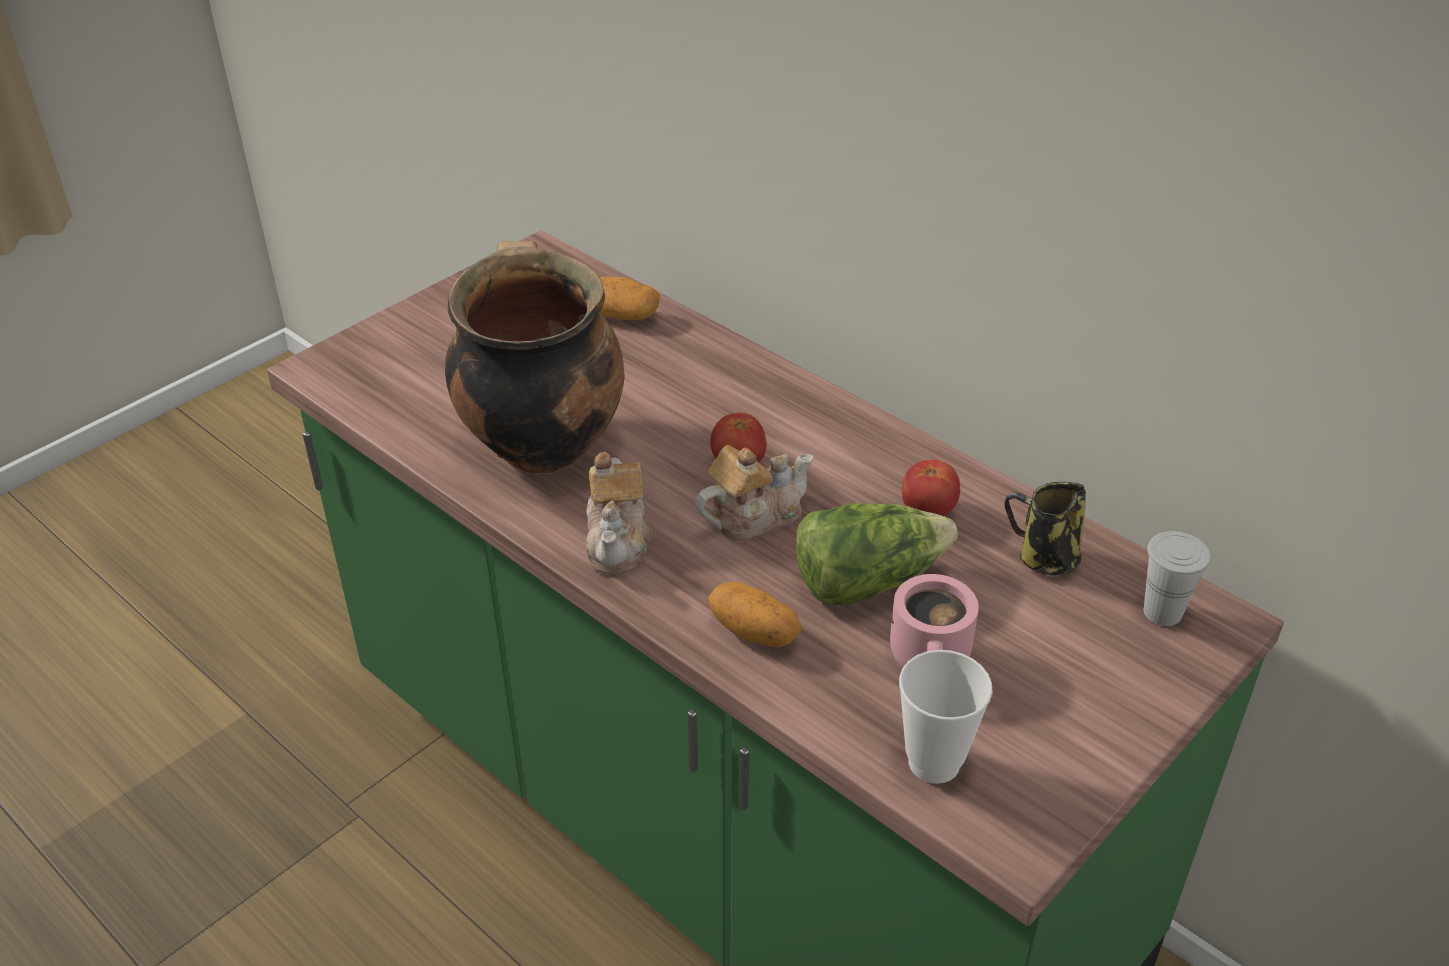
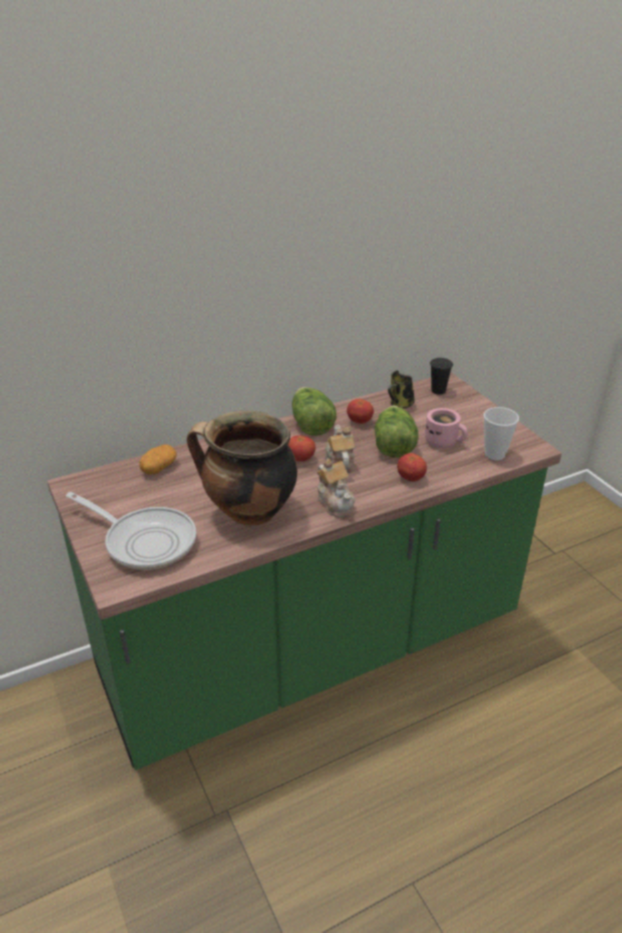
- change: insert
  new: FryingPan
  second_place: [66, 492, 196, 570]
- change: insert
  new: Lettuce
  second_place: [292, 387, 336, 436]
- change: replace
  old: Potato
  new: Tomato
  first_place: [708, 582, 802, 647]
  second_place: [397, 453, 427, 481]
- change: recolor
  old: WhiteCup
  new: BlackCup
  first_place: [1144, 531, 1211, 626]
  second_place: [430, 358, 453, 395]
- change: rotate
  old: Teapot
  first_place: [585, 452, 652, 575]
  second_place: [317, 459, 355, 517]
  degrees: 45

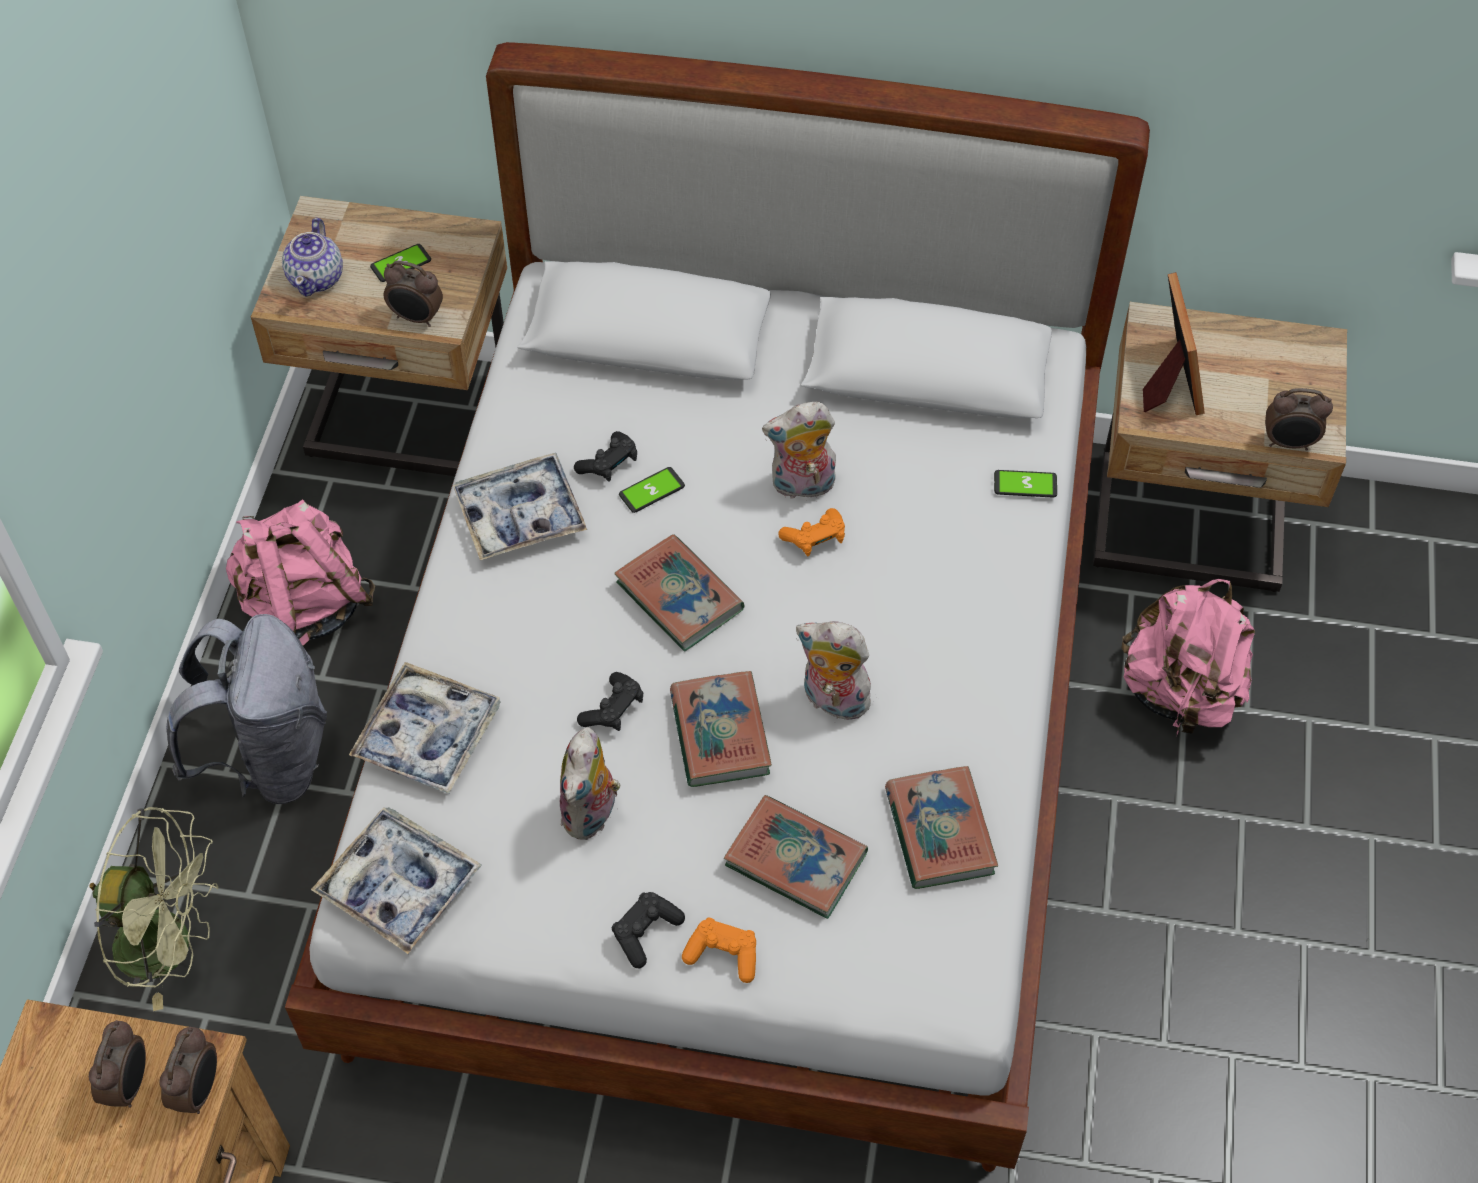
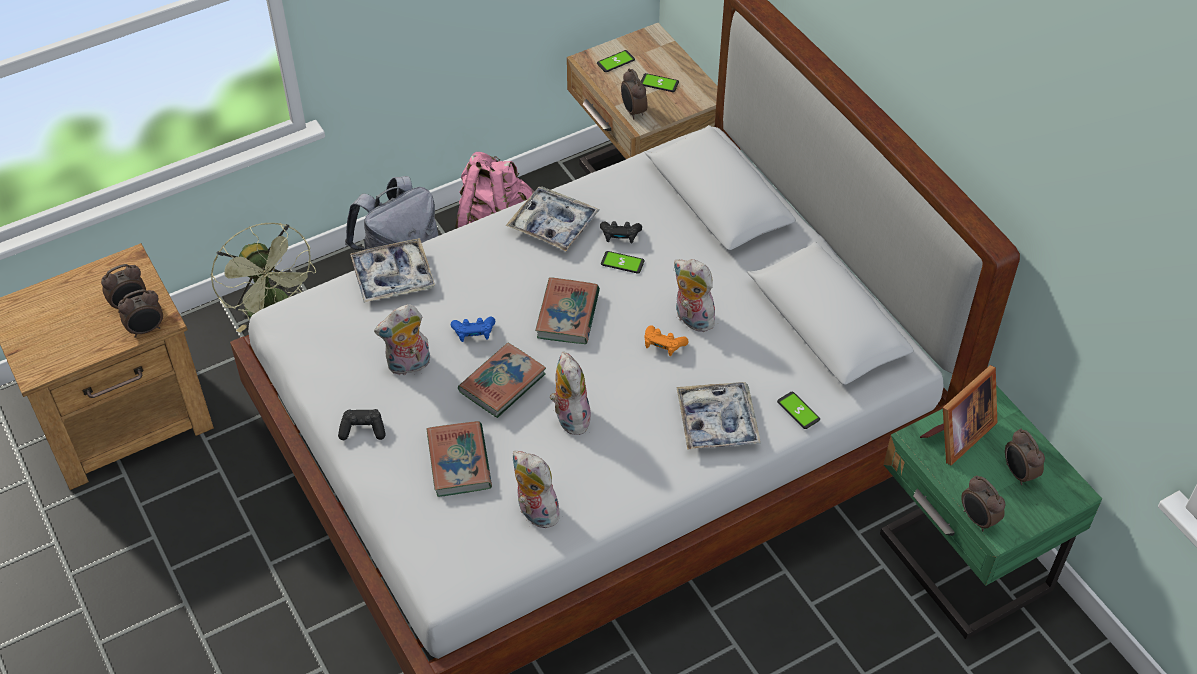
- change: delete
  old: OrangeGameController
  first_place: [682, 917, 756, 983]
- change: delete
  old: PinkBackpack
  first_place: [1121, 579, 1255, 735]
- change: insert
  new: AlarmClock
  second_place: [1005, 429, 1045, 485]
- change: move
  old: Tray
  first_place: [311, 807, 482, 954]
  second_place: [677, 382, 761, 450]
- change: replace
  old: Teapot
  new: Phone
  first_place: [282, 218, 343, 296]
  second_place: [597, 50, 635, 72]
- change: replace
  old: Book
  new: PlushToy
  first_place: [885, 766, 998, 889]
  second_place: [513, 451, 561, 528]
- change: recolor
  old: BlackGameController
  new: BlueGameController
  first_place: [577, 672, 643, 731]
  second_place: [451, 317, 495, 342]
- change: recolor
  old: BeigeNightstand
  new: GreenNightstand
  first_place: [1093, 302, 1347, 592]
  second_place: [880, 385, 1102, 639]

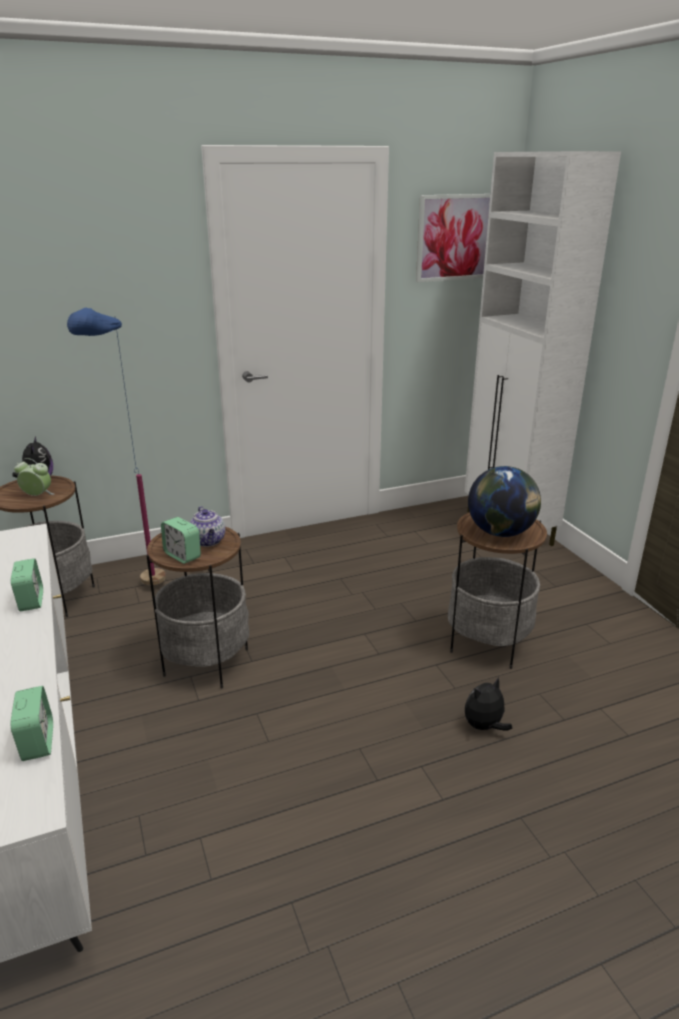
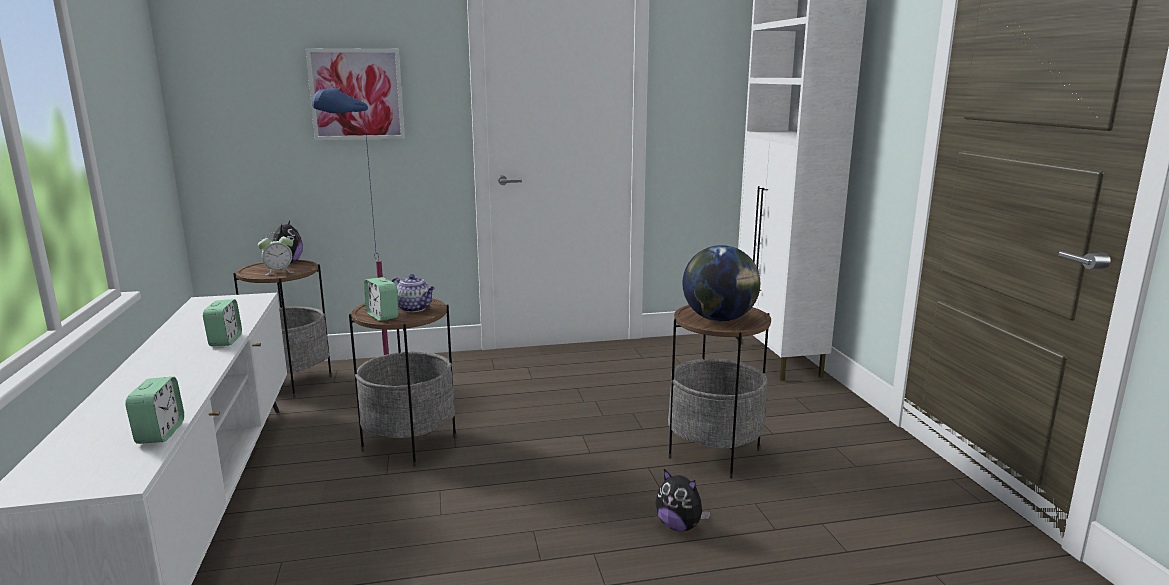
- change: move
  old: Picture
  first_place: [416, 194, 490, 282]
  second_place: [305, 48, 405, 140]
- change: rotate
  old: AlarmClock
  first_place: [14, 458, 54, 496]
  second_place: [258, 232, 294, 275]
  degrees: 135
- change: rotate
  old: Teapot
  first_place: [190, 506, 225, 547]
  second_place: [392, 274, 435, 312]
  degrees: -45
- change: rotate
  old: PlushToy
  first_place: [465, 677, 512, 731]
  second_place: [656, 469, 711, 531]
  degrees: -120

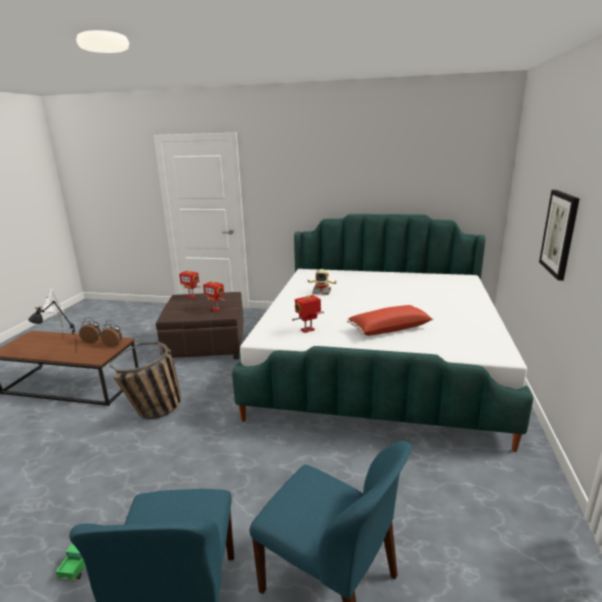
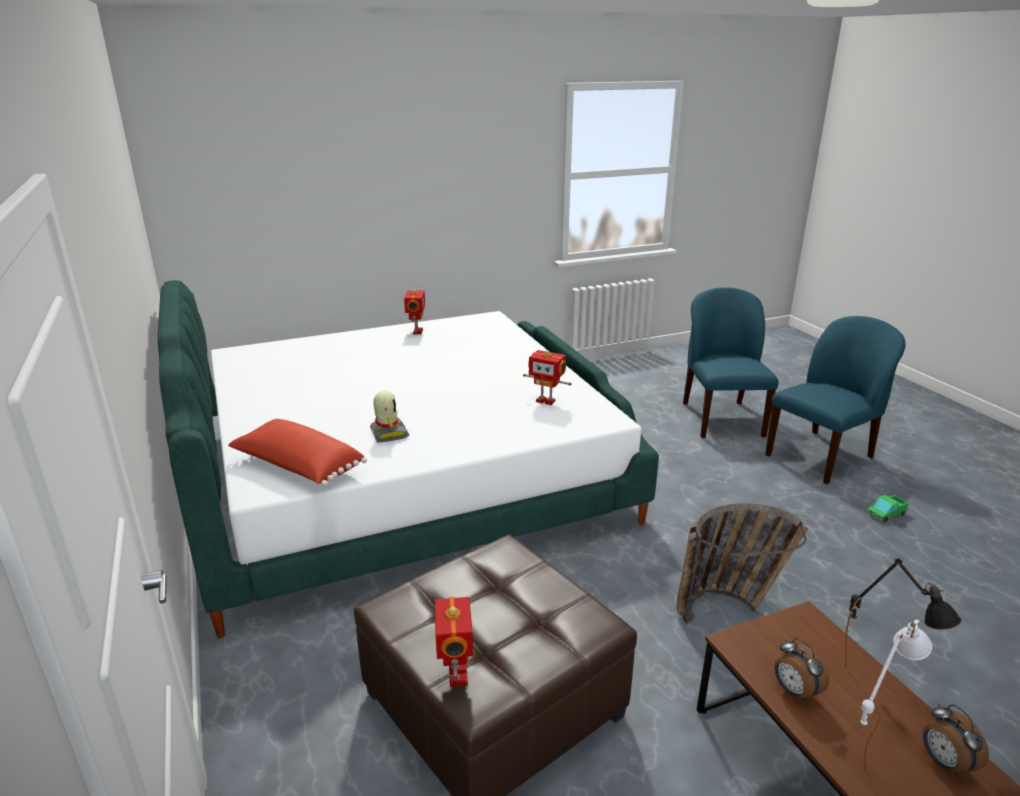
- change: delete
  old: Picture
  first_place: [539, 190, 580, 281]
- change: move
  old: AlarmClock
  first_place: [100, 320, 122, 347]
  second_place: [923, 704, 989, 776]
- change: move
  old: ToyRobot
  first_place: [203, 281, 225, 311]
  second_place: [404, 290, 425, 334]
- change: move
  old: RedPillow
  first_place: [347, 305, 433, 336]
  second_place: [228, 419, 367, 486]

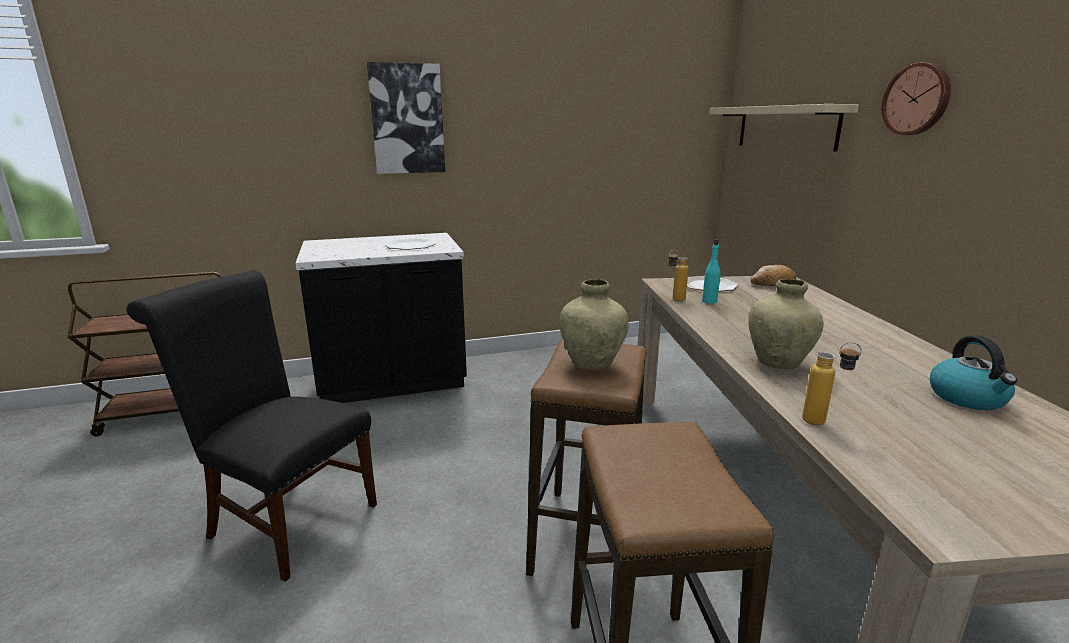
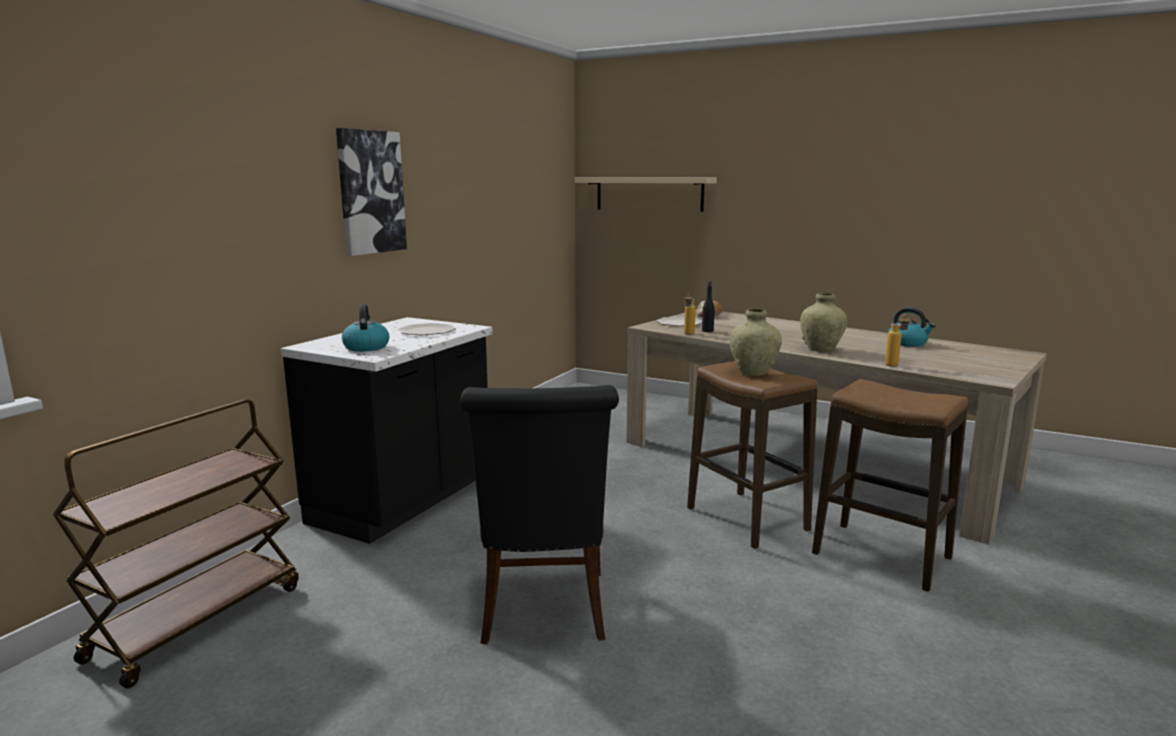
- change: delete
  old: WallClock
  first_place: [882, 62, 951, 135]
- change: insert
  new: Kettle
  second_place: [342, 304, 389, 352]
- change: recolor
  old: TurquoiseBottle
  new: BlackBottle
  first_place: [702, 239, 721, 304]
  second_place: [702, 281, 715, 332]
- change: rotate
  old: BlackChair
  first_place: [126, 270, 377, 582]
  second_place: [460, 385, 619, 645]
  degrees: -75

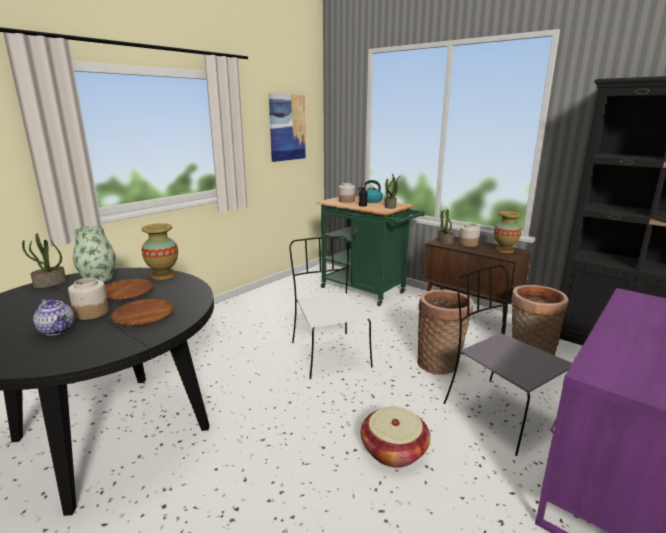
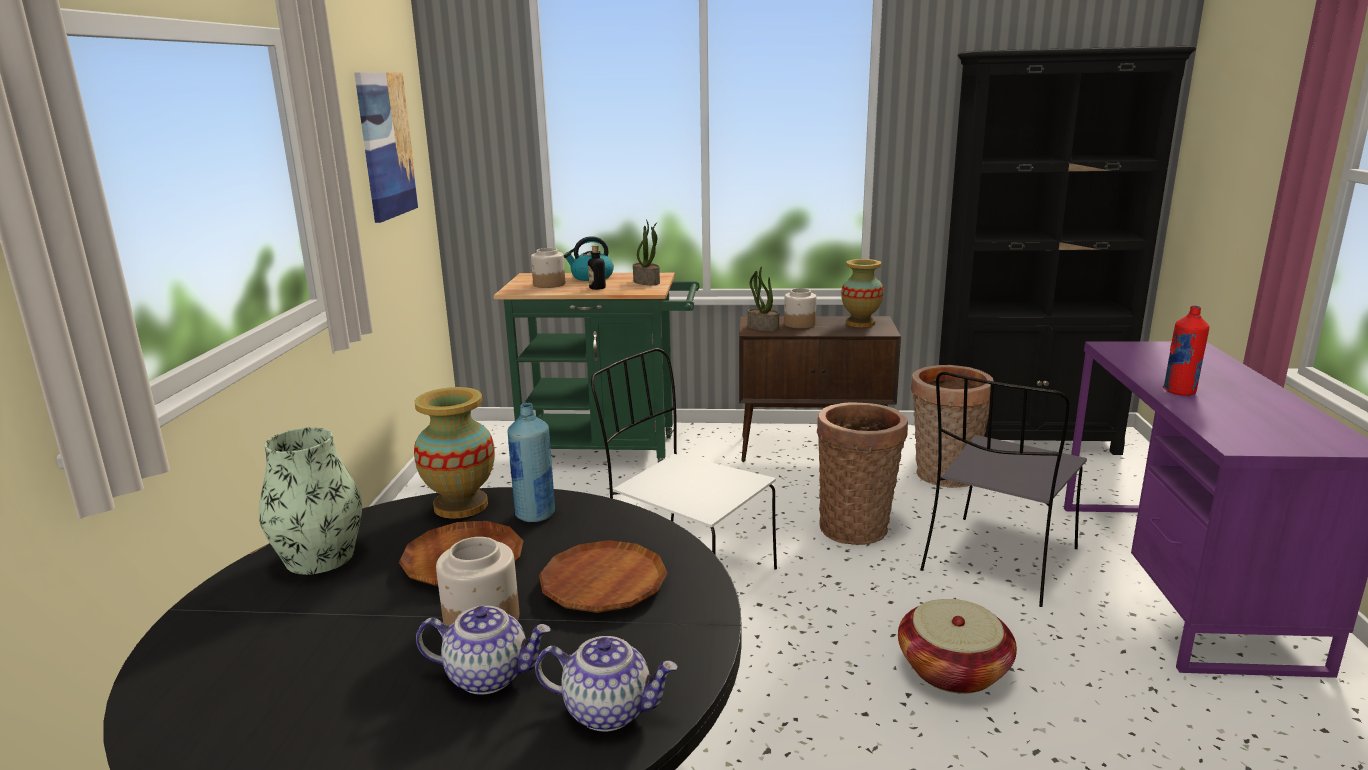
- change: delete
  old: PottedPlant
  first_place: [22, 233, 66, 288]
- change: insert
  new: BlueBottle
  second_place: [508, 403, 555, 522]
- change: insert
  new: Teapot
  second_place: [535, 636, 678, 732]
- change: insert
  new: RedBottle
  second_place: [1163, 306, 1209, 396]
- change: rotate
  old: GreyChair
  first_place: [444, 265, 572, 456]
  second_place: [920, 372, 1087, 607]
  degrees: -75

